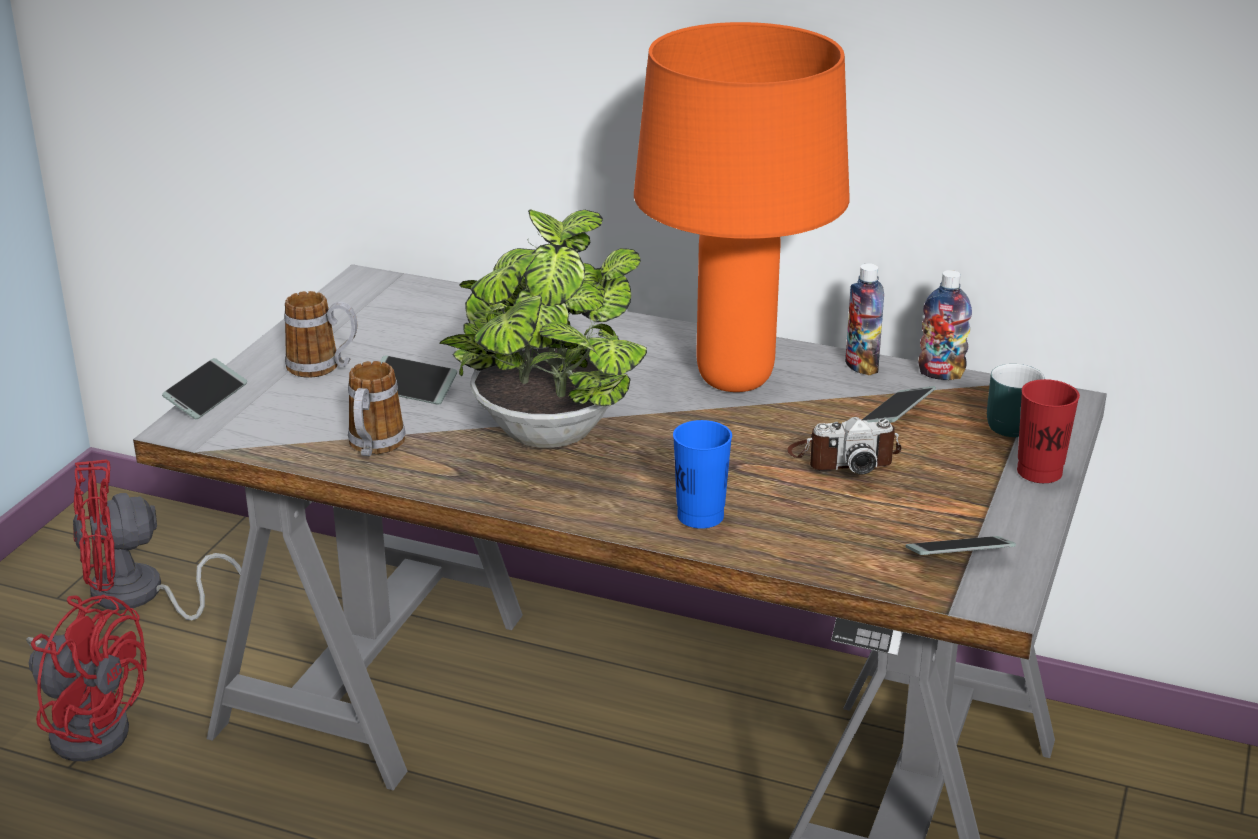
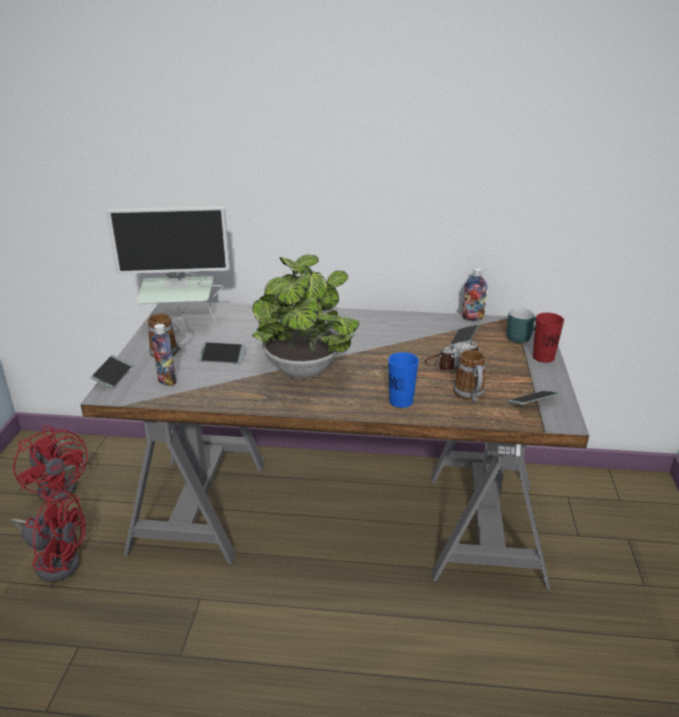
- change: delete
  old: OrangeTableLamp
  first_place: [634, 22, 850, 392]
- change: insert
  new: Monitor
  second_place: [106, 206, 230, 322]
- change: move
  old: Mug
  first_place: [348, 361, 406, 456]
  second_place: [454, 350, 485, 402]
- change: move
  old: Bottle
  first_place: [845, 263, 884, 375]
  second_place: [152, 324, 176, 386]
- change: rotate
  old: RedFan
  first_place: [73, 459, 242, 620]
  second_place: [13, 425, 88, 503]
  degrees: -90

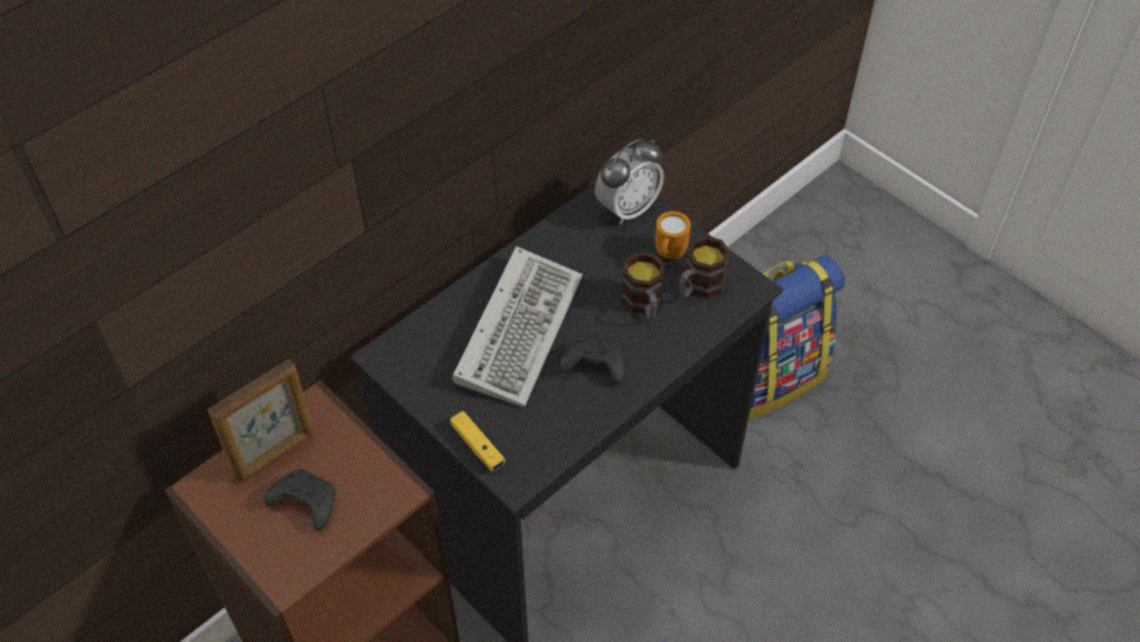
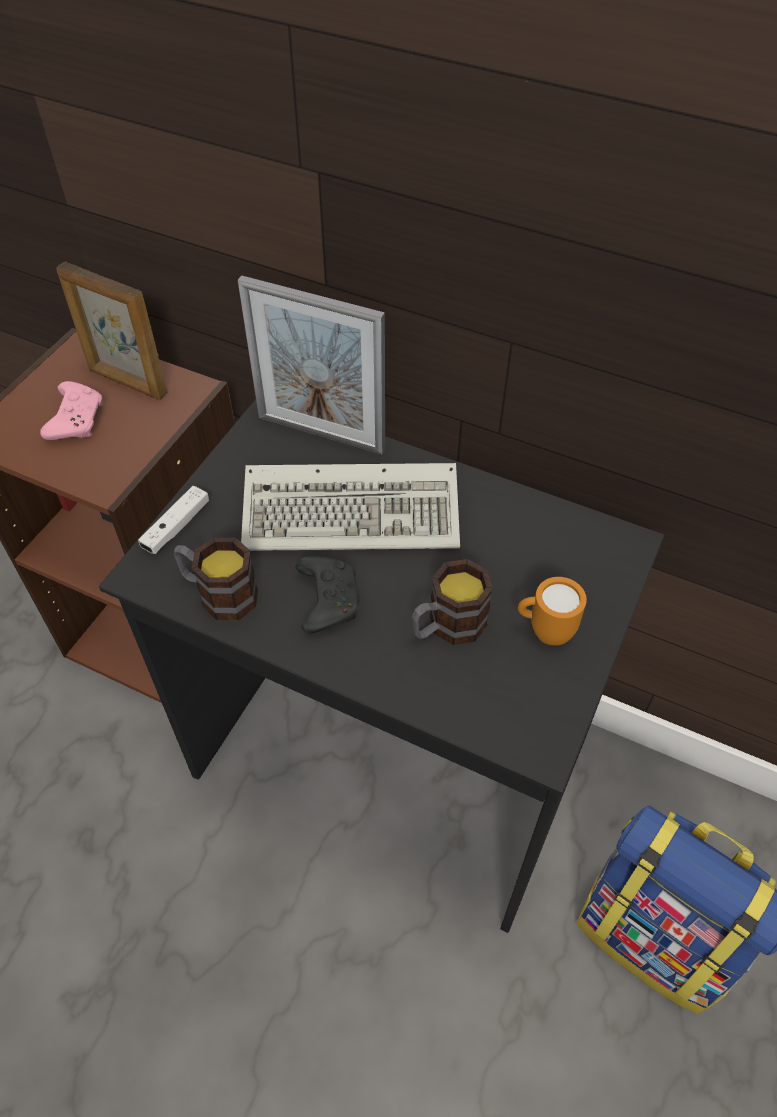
- change: delete
  old: AlarmClock
  first_place: [595, 138, 664, 224]
- change: insert
  new: PictureFrame
  second_place: [238, 275, 385, 455]
- change: move
  old: Mug
  first_place: [679, 236, 730, 298]
  second_place: [174, 538, 258, 620]
- change: recolor
  old: BlackGameController
  new: PinkGameController
  first_place: [264, 469, 335, 531]
  second_place: [40, 381, 102, 440]
- change: recolor
  old: YellowGameController
  new: WhiteGameController
  first_place: [450, 411, 505, 471]
  second_place: [138, 486, 209, 554]

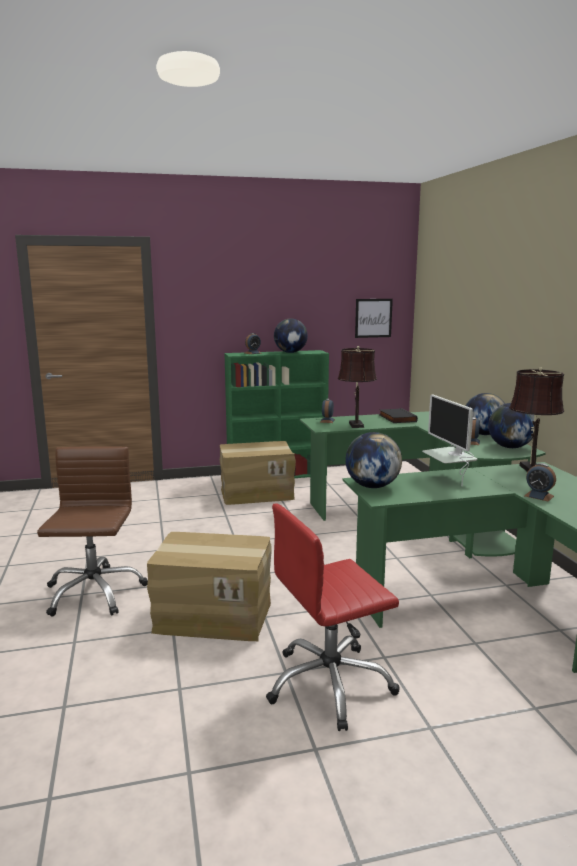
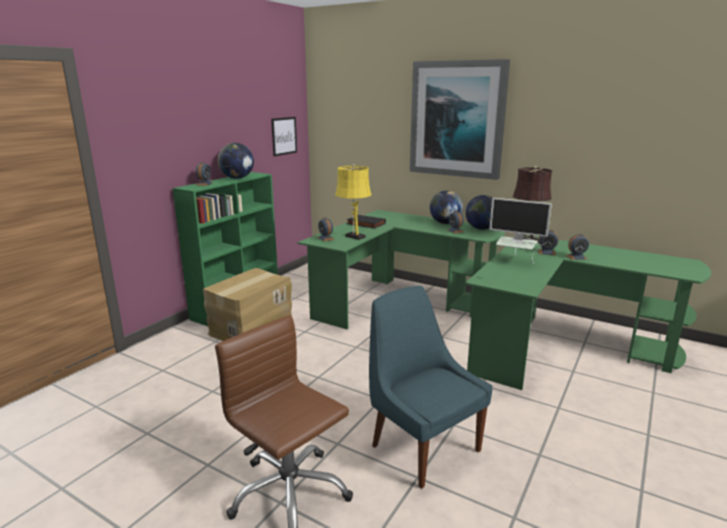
- change: delete
  old: RedOfficeChair
  first_place: [266, 504, 399, 731]
- change: delete
  old: Globe
  first_place: [345, 432, 402, 488]
- change: insert
  new: Picture
  second_place: [410, 59, 510, 180]
- change: insert
  new: AlarmClock
  second_place: [538, 230, 559, 255]
- change: replace
  old: CardboardBox
  new: BlueChair
  first_place: [147, 532, 272, 641]
  second_place: [369, 286, 493, 489]
- change: recolor
  old: BrownTableLamp
  new: YellowTableLamp
  first_place: [338, 346, 377, 428]
  second_place: [335, 164, 371, 240]

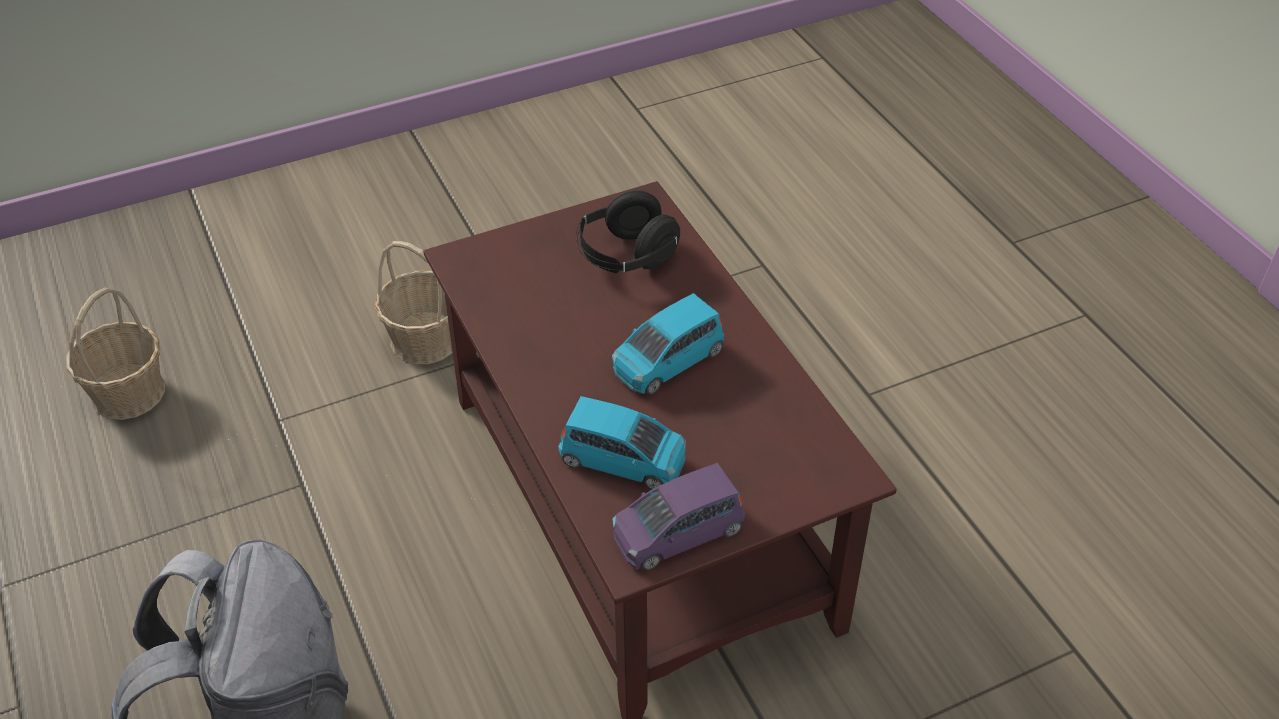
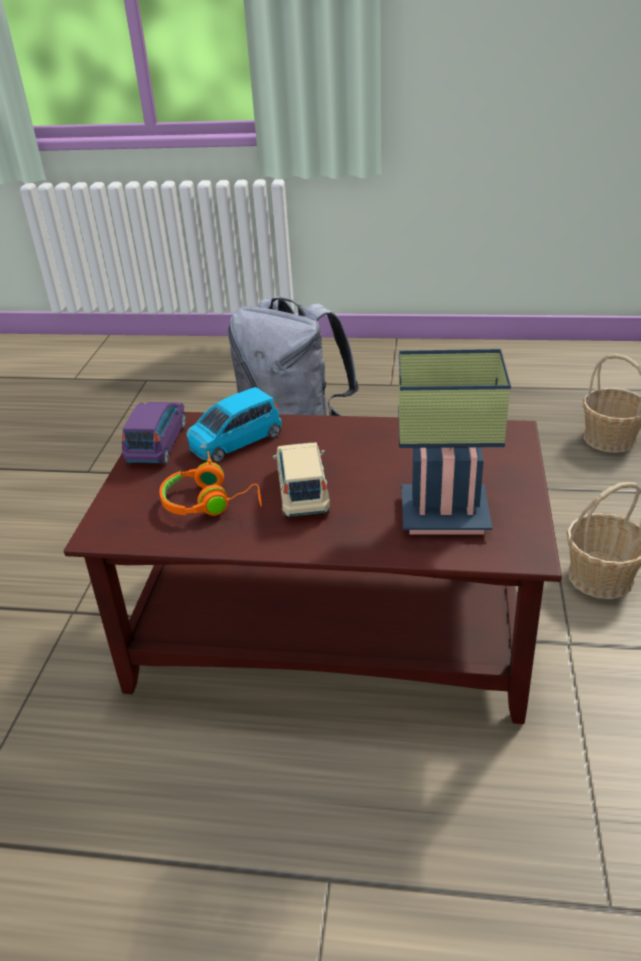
- change: insert
  new: OrangeHeadphones
  second_place: [160, 451, 262, 516]
- change: replace
  old: BlackHeadphones
  new: TableLamp
  first_place: [576, 190, 680, 273]
  second_place: [398, 349, 511, 535]
- change: recolor
  old: BlueToyCar
  new: BeigeToyCar
  first_place: [612, 293, 724, 394]
  second_place: [273, 443, 330, 518]

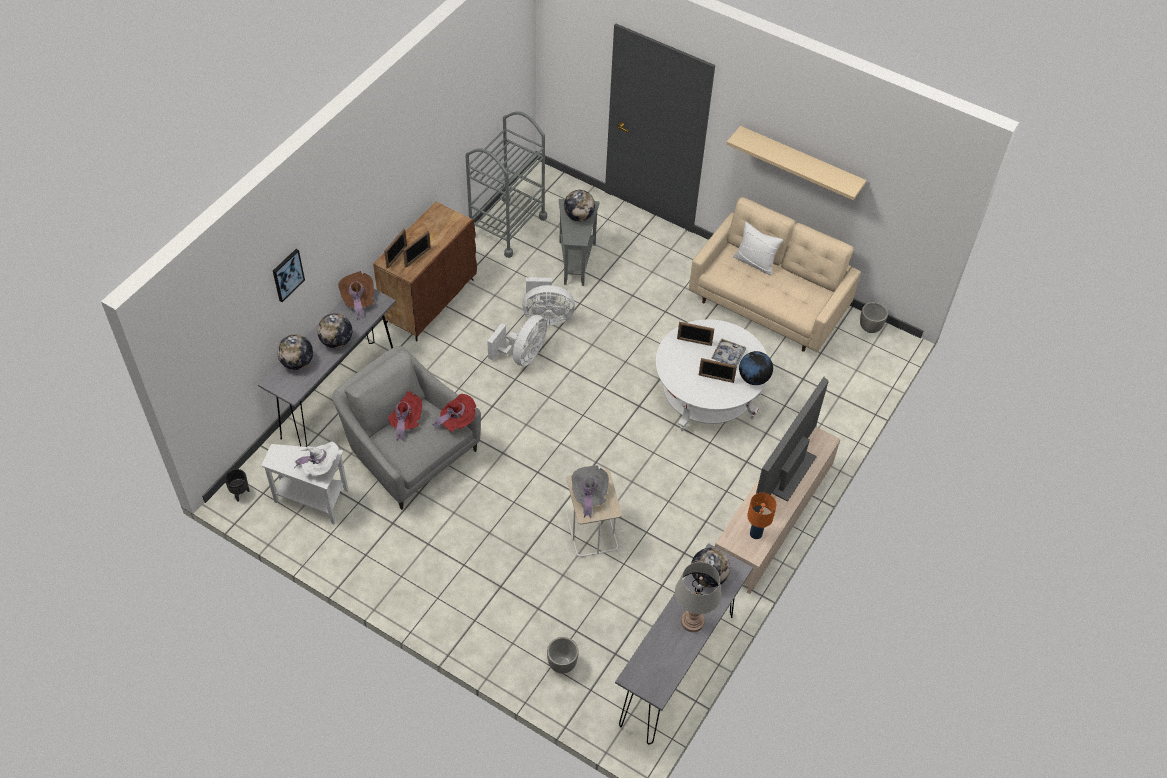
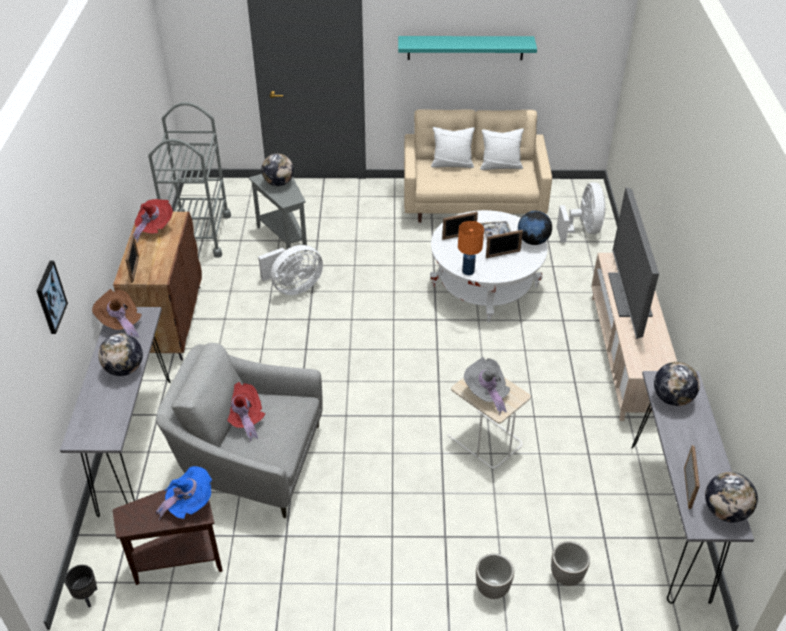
- change: delete
  old: GreyTableLamp
  first_place: [675, 562, 722, 632]
- change: insert
  new: WhitePillow
  second_place: [480, 128, 524, 170]
- change: move
  old: Globe
  first_place: [277, 335, 313, 370]
  second_place: [705, 472, 758, 522]
- change: move
  old: PictureFrame
  first_place: [403, 230, 431, 267]
  second_place: [684, 445, 700, 509]
- change: move
  old: RedHat
  first_place: [432, 394, 477, 432]
  second_place: [133, 199, 173, 242]
- change: move
  old: WhiteFan
  first_place: [487, 315, 547, 366]
  second_place: [557, 182, 606, 243]
- change: move
  old: OrangeTableLamp
  first_place: [747, 493, 777, 539]
  second_place: [458, 221, 484, 275]
- change: move
  old: Planter
  first_place: [860, 302, 888, 333]
  second_place: [476, 553, 514, 599]
- change: recolor
  old: WhiteSideTable
  new: BrownSideTable
  first_place: [262, 444, 348, 524]
  second_place: [113, 489, 223, 585]
- change: recolor
  old: WhiteHat
  new: BlueHat
  first_place: [294, 442, 339, 476]
  second_place: [156, 466, 212, 520]
- change: recolor
  old: BeigeShelf
  new: TurquoiseShelf
  first_place: [726, 126, 866, 200]
  second_place: [398, 36, 537, 60]

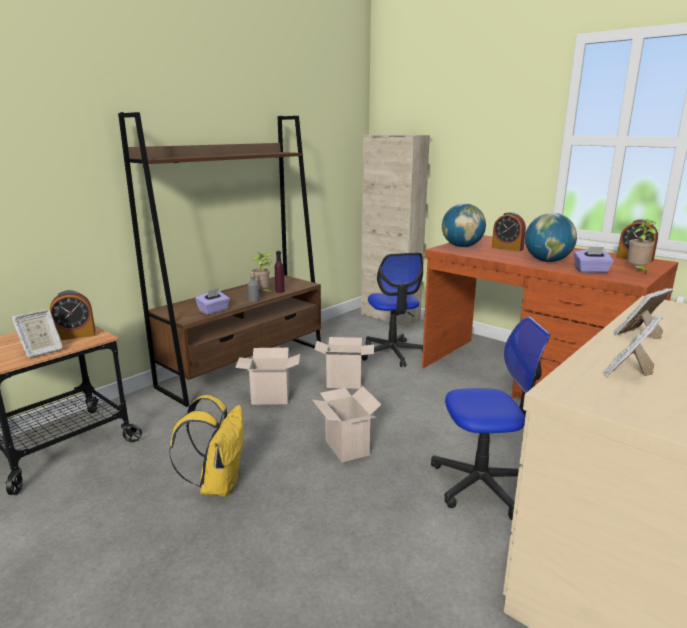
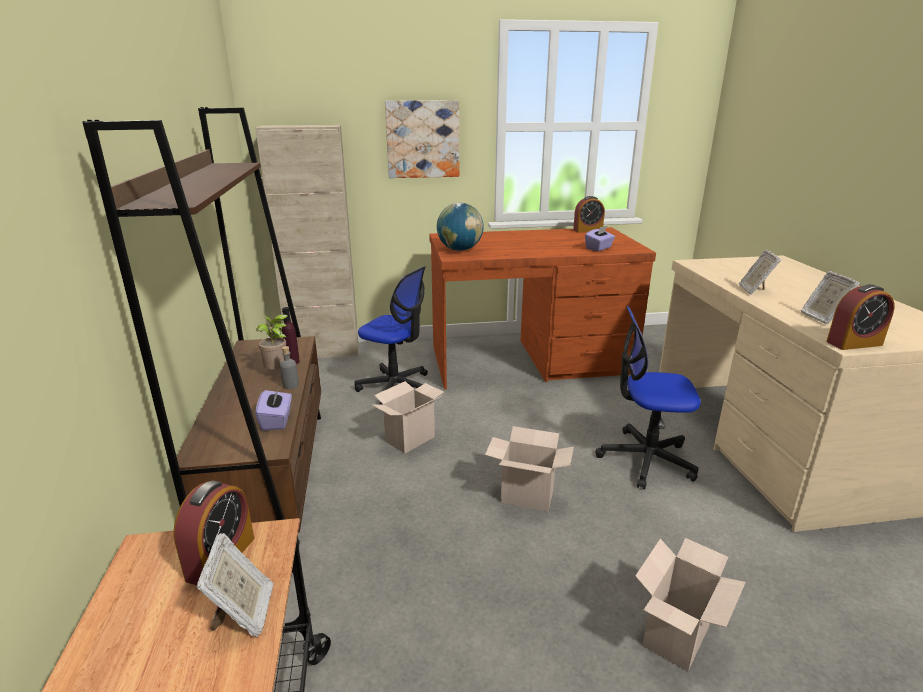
- change: delete
  old: YellowBackpack
  first_place: [169, 395, 244, 497]
- change: delete
  old: Globe
  first_place: [525, 213, 577, 262]
- change: delete
  old: PottedPlant
  first_place: [627, 220, 656, 274]
- change: insert
  new: Picture
  second_place: [385, 100, 459, 178]
- change: move
  old: CardboardBox
  first_place: [235, 348, 300, 405]
  second_place: [635, 538, 746, 671]
- change: move
  old: AlarmClock
  first_place: [492, 212, 526, 251]
  second_place: [826, 284, 895, 350]
- change: rotate
  old: OfficeChair
  first_place: [431, 317, 550, 520]
  second_place: [595, 305, 701, 489]
  degrees: -120

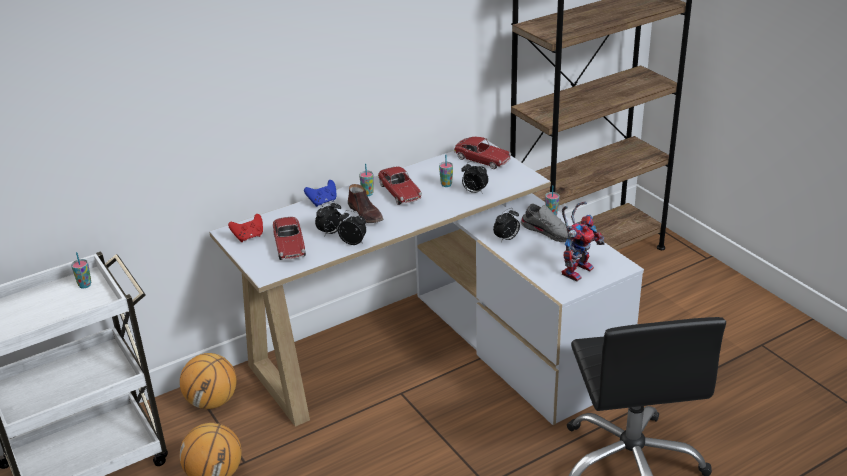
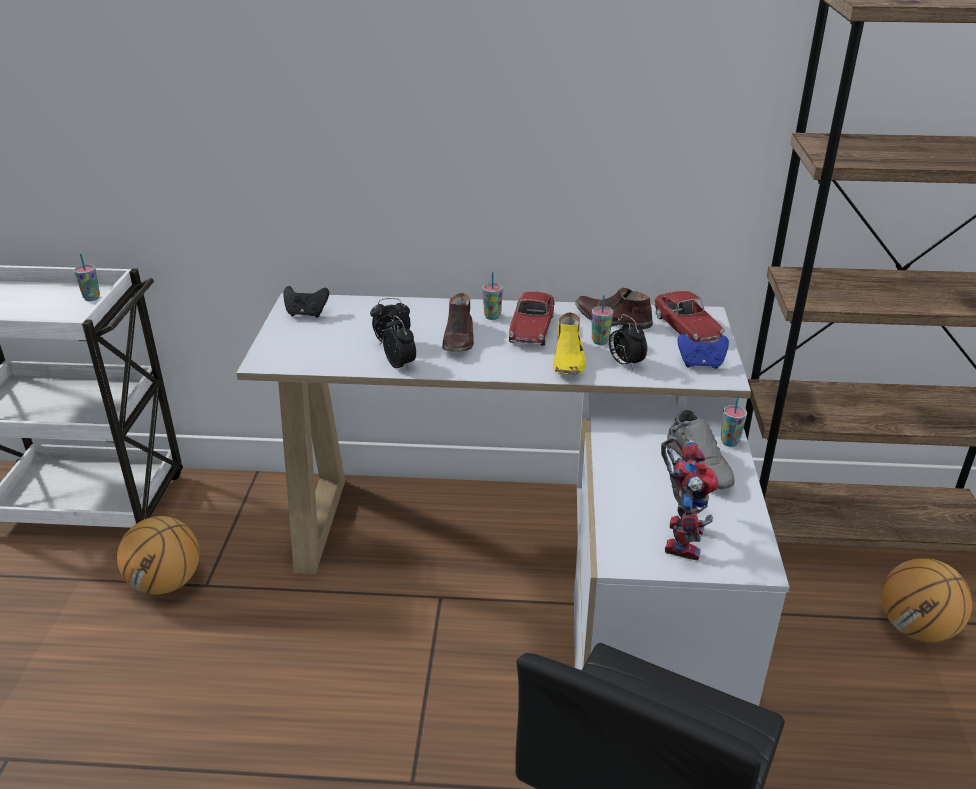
- change: delete
  old: ToyCar
  first_place: [273, 217, 306, 260]
- change: delete
  old: AlarmClock
  first_place: [493, 208, 520, 242]
- change: insert
  new: YellowShoe
  second_place: [553, 312, 585, 375]
- change: insert
  new: BrownShoe
  second_place: [575, 288, 653, 330]
- change: move
  old: Basketball
  first_place: [180, 353, 237, 409]
  second_place: [881, 558, 972, 642]
- change: move
  old: BlueGameController
  first_place: [304, 180, 337, 207]
  second_place: [677, 334, 729, 369]
- change: recolor
  old: RedGameController
  new: BlackGameController
  first_place: [228, 214, 263, 242]
  second_place: [283, 286, 329, 318]
- change: rotate
  old: ToyRobot
  first_place: [562, 202, 605, 282]
  second_place: [661, 421, 718, 561]
  degrees: -60

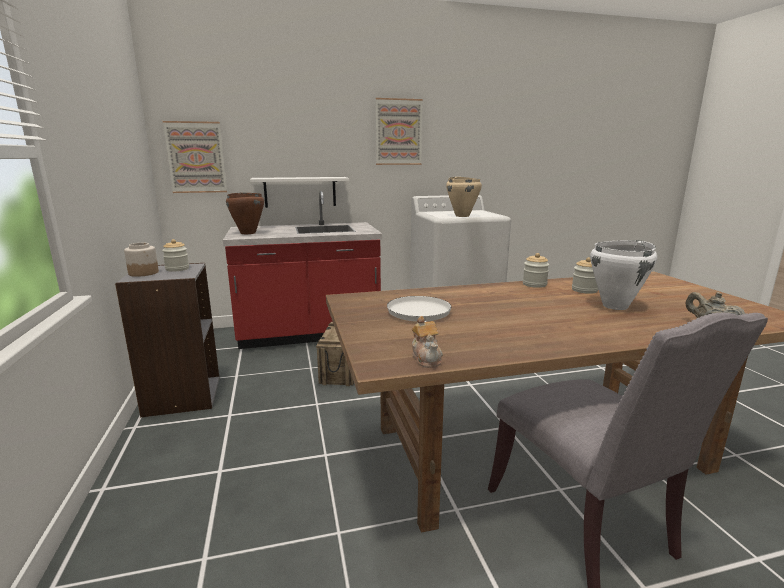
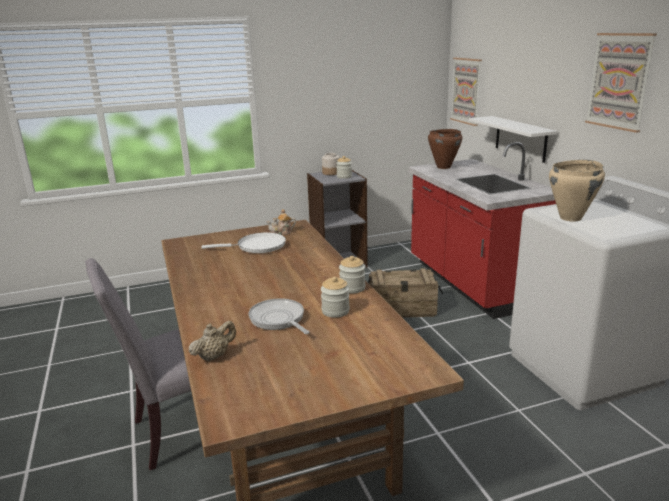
- change: move
  old: Teapot
  first_place: [412, 316, 443, 368]
  second_place: [267, 209, 296, 235]
- change: replace
  old: WhiteCookingPot
  new: FryingPan
  first_place: [590, 240, 657, 310]
  second_place: [249, 299, 310, 334]

